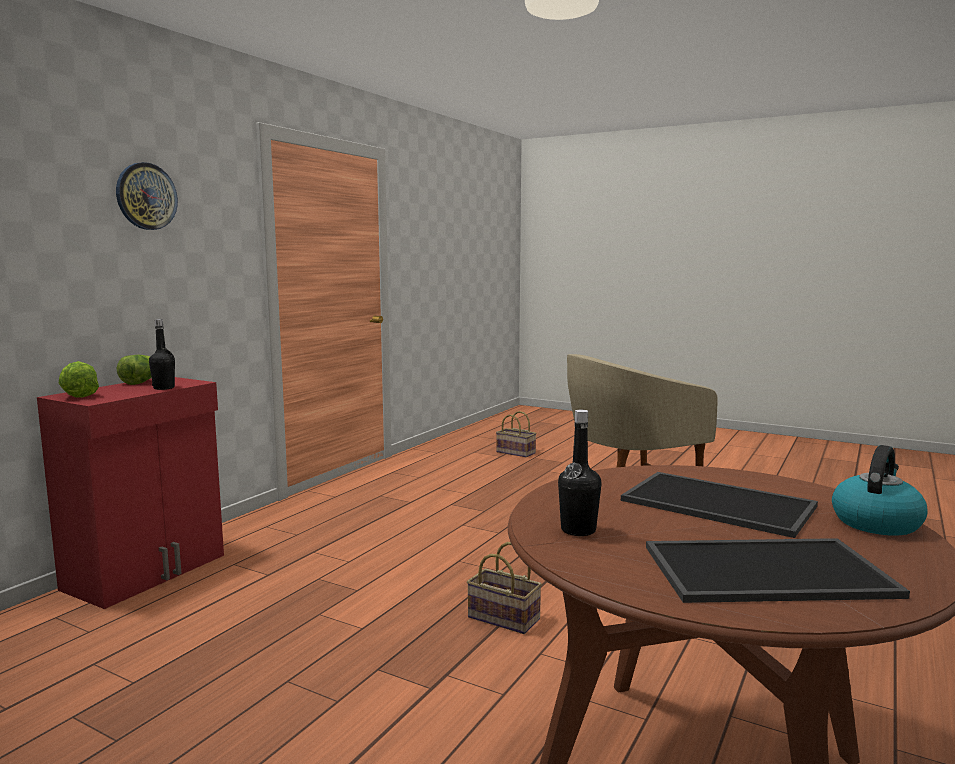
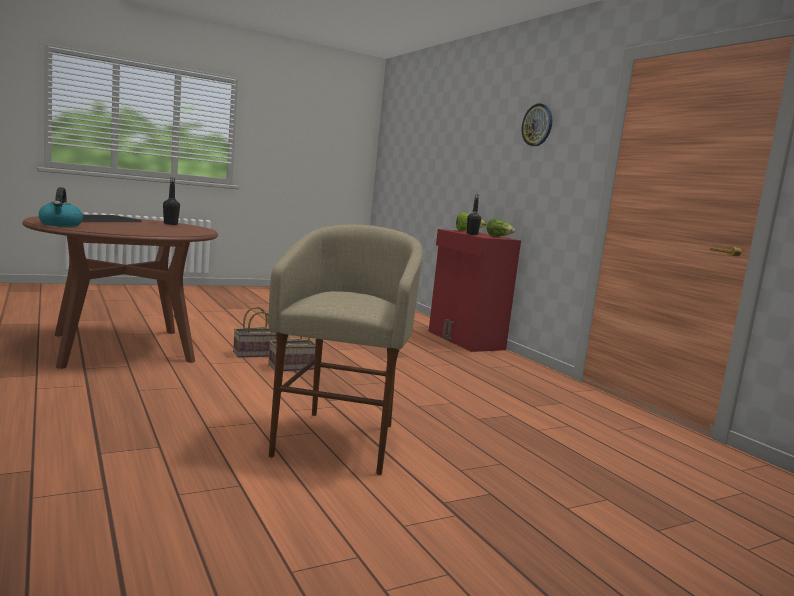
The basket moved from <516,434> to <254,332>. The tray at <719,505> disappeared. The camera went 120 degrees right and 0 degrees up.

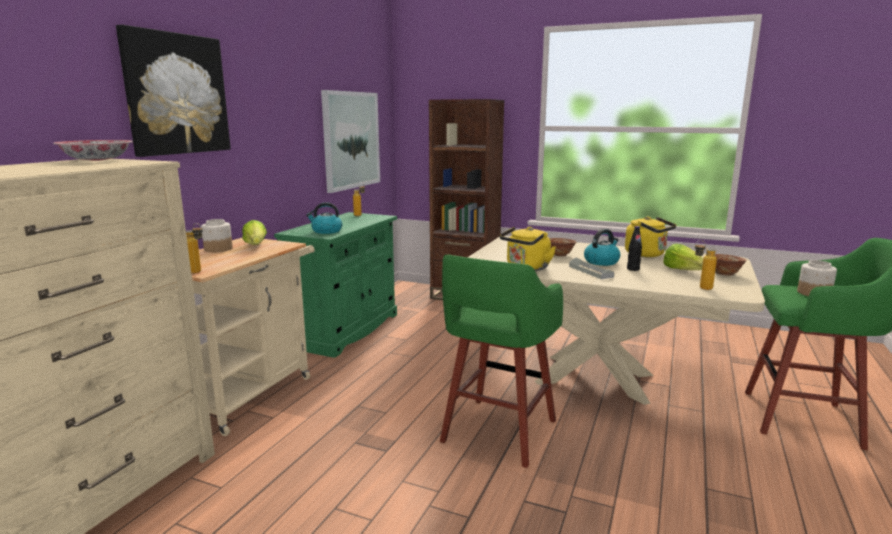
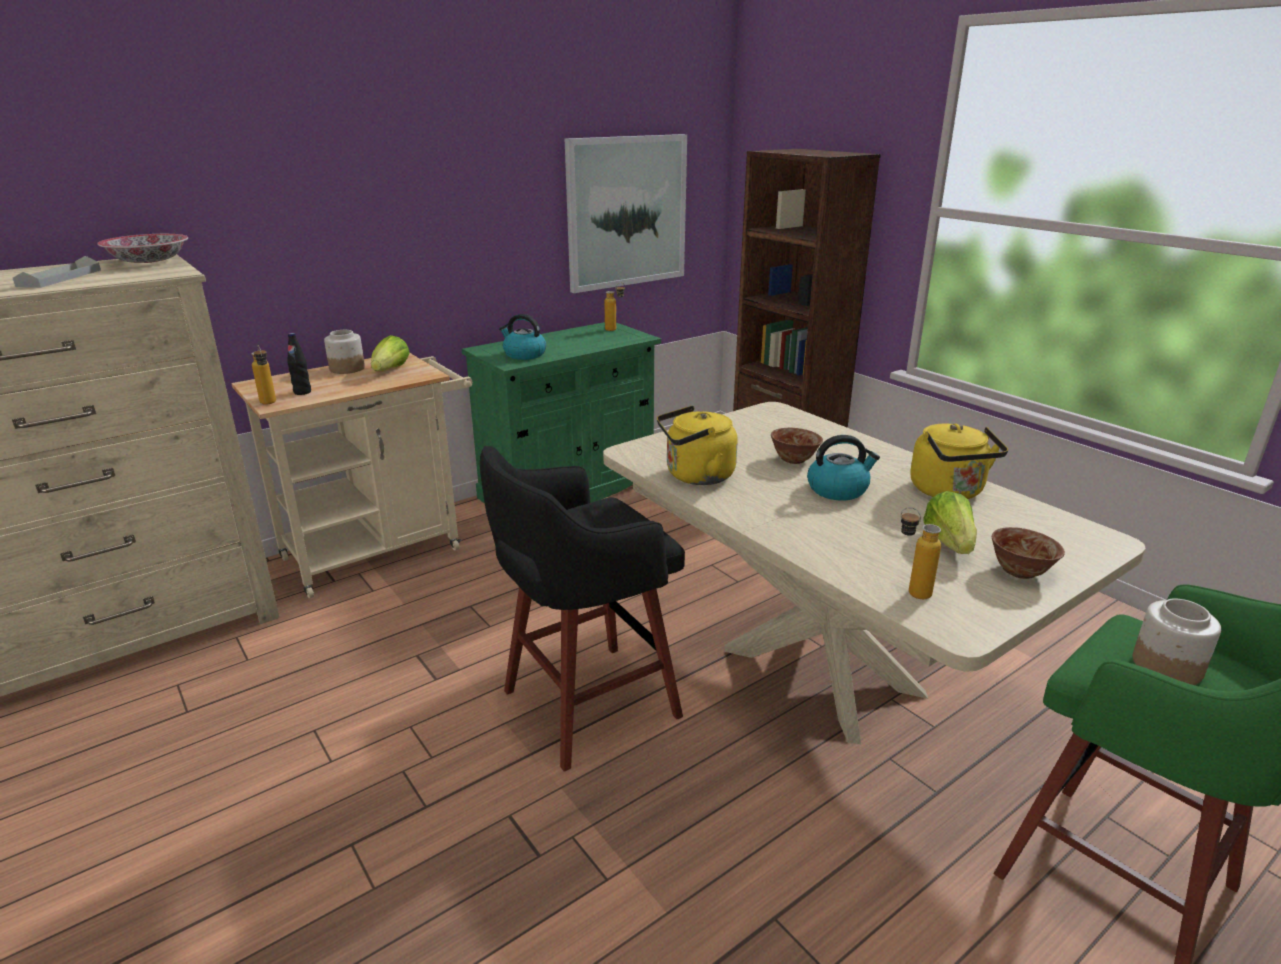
The picture at <173,91> disappeared. The black bottle moved from <634,248> to <299,364>. The green stool at <501,361> became the black stool at <582,608>. The grey tray moved from <592,268> to <57,272>. The camera went 30 degrees right and 10 degrees up.

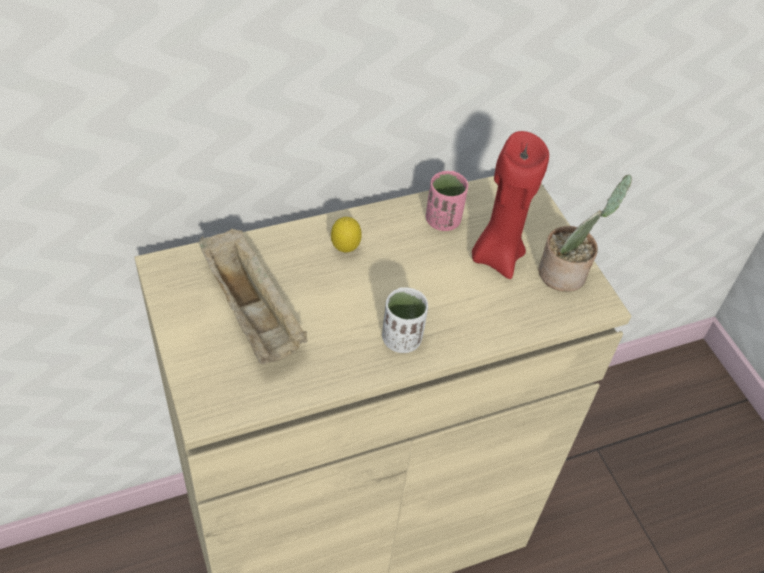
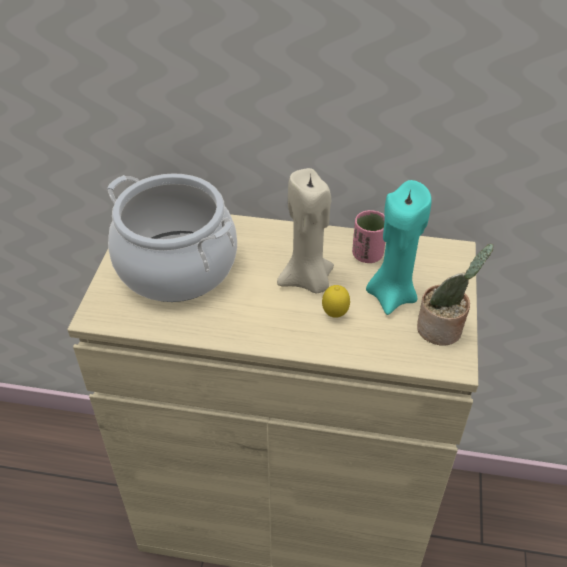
The red candle at <510,205> became the turquoise candle at <399,247>. The lemon moved from <346,234> to <336,301>. The beige tray at <253,296> was replaced by the cooking pot at <172,237>. The white cup at <405,320> disappeared. The beige candle at <305,231> appeared. The camera went 35 degrees right and 5 degrees down.

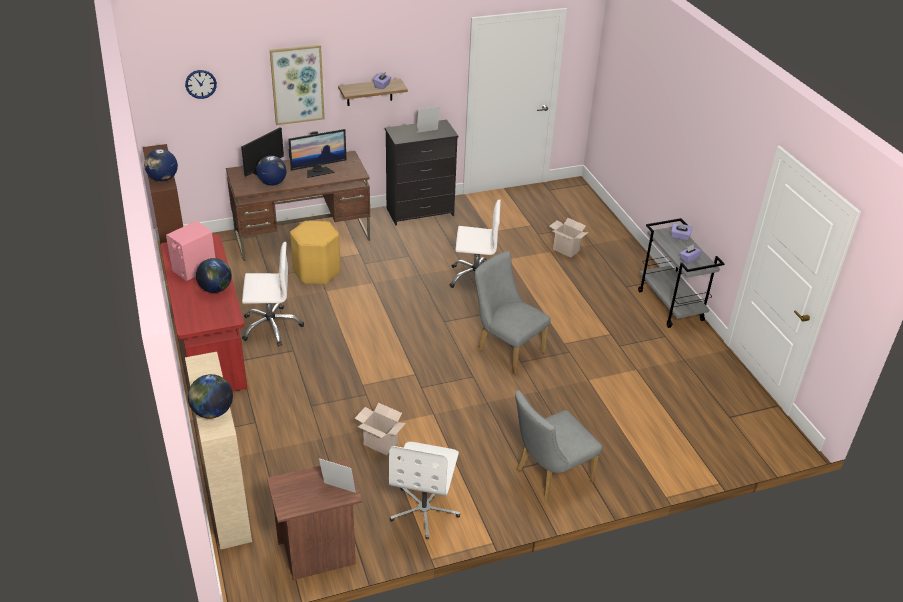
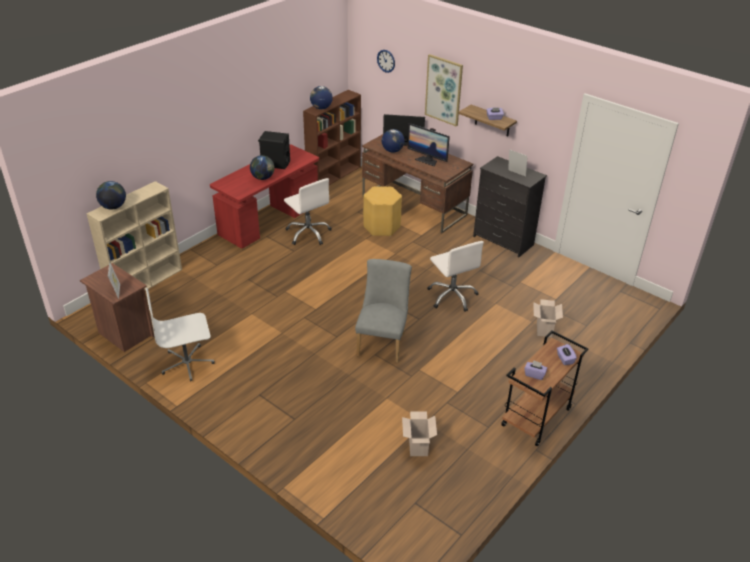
The grey cart at <681,273> became the brown cart at <545,388>. The pink speaker at <191,251> became the black speaker at <274,150>. The grey chair at <558,446> disappeared. The cardboard box moved from <380,429> to <419,433>. The camera went 60 degrees right and 0 degrees up.

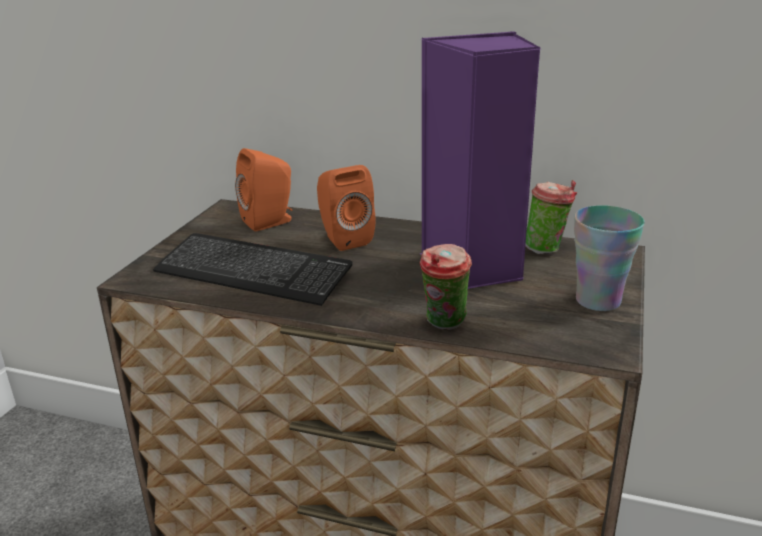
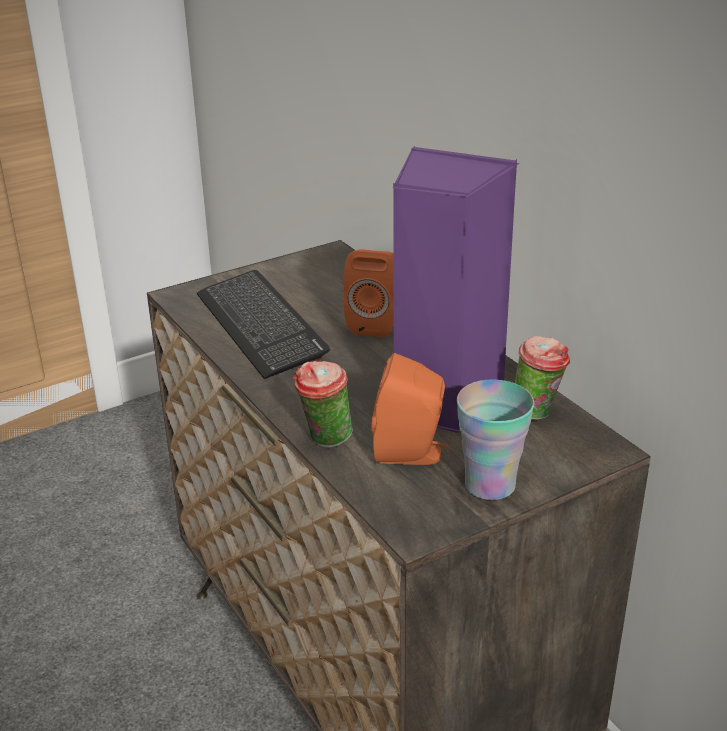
The orange speaker moved from <263,189> to <410,409>. The camera went 40 degrees right and 5 degrees up.

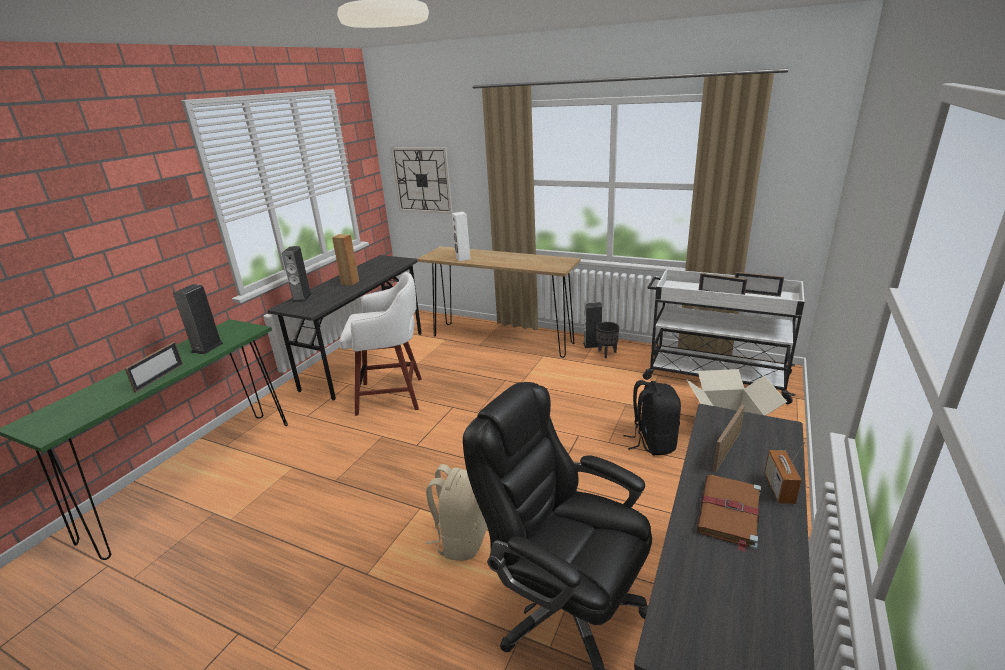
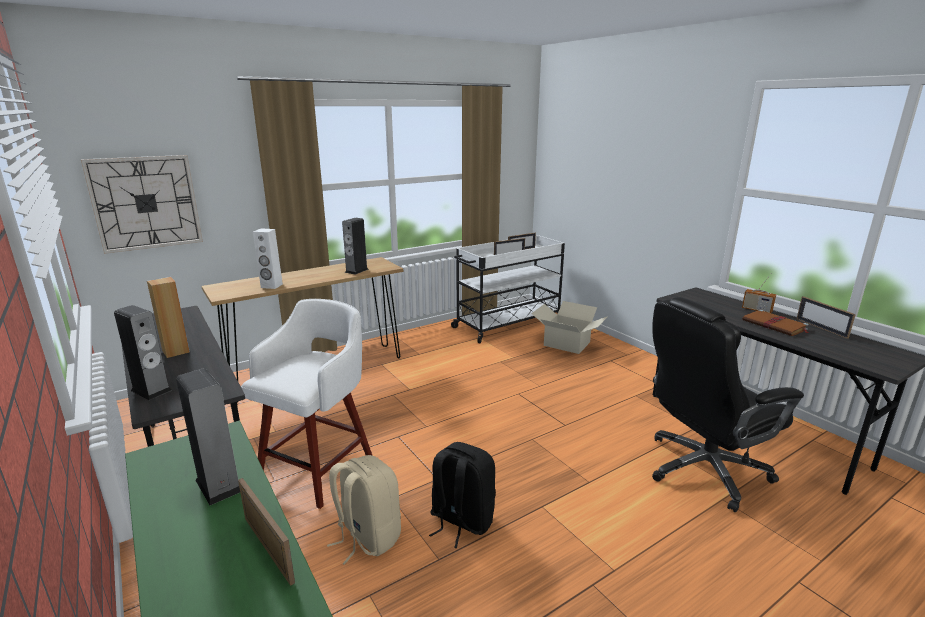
The speaker moved from <592,325> to <355,246>. The black planter at <607,340> disappeared. The black backpack moved from <652,417> to <462,495>. The picture frame moved from <729,438> to <826,317>. The beige backpack moved from <456,512> to <364,510>. The camera went 60 degrees left and 5 degrees down.

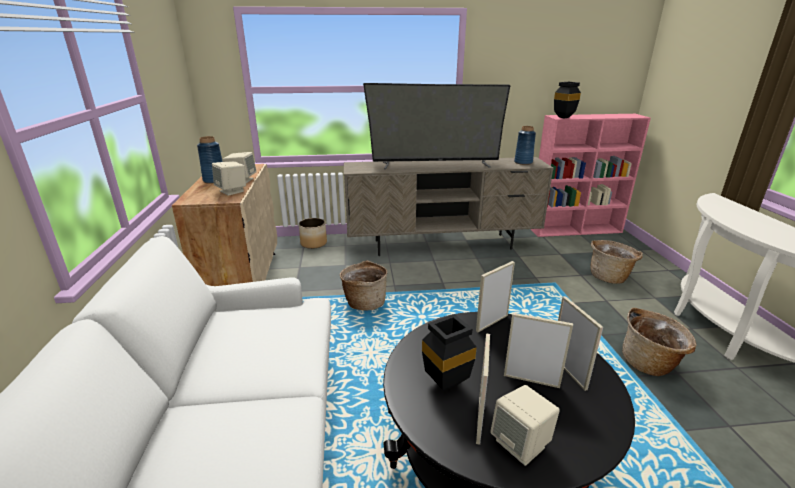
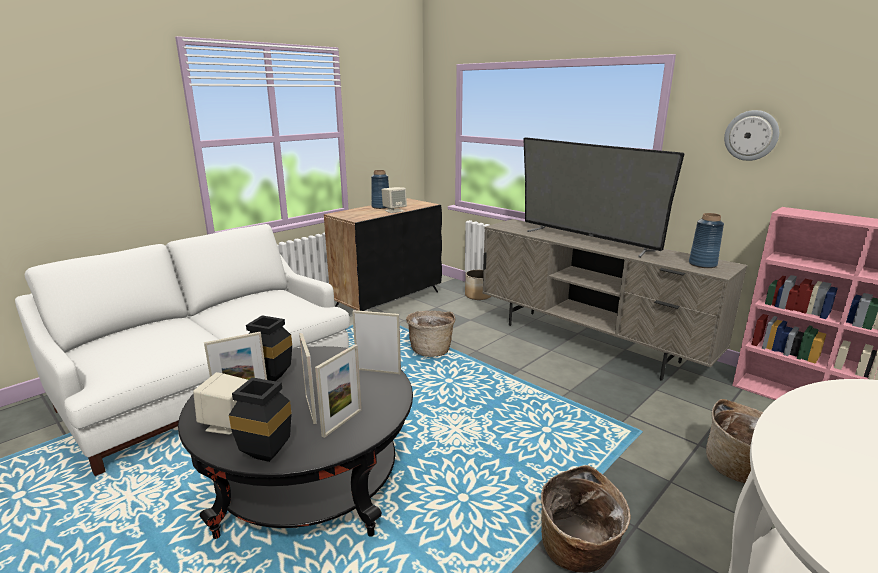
The black vase moved from <567,100> to <260,419>. The beige speaker at <229,178> disappeared. The beige cabinet at <224,225> became the black cabinet at <383,254>. The wall clock at <751,135> appeared. The camera went 50 degrees right and 5 degrees down.

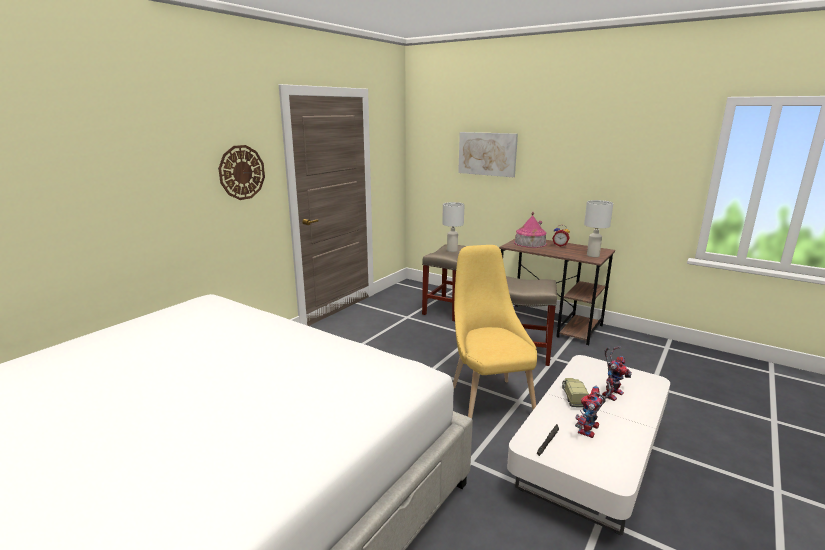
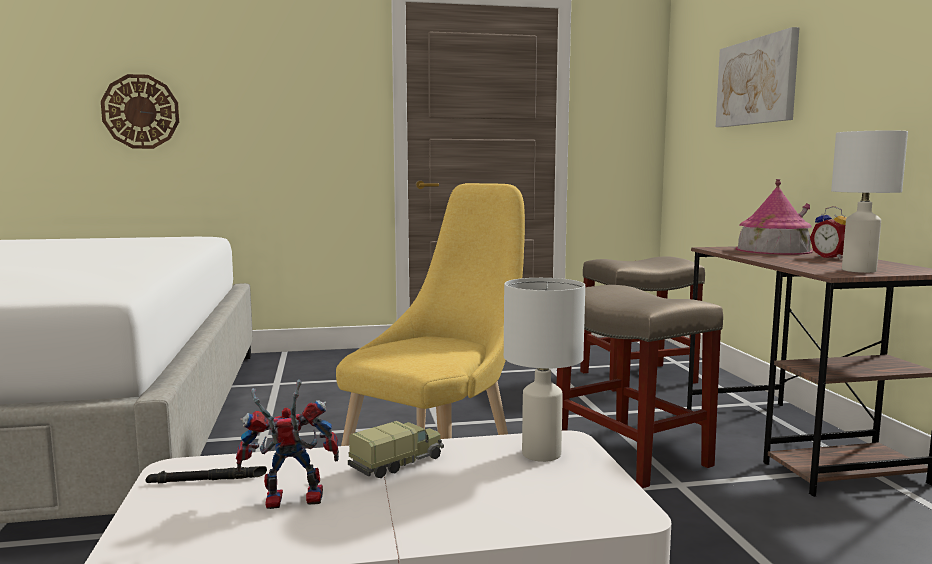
The wall clock moved from <241,172> to <140,111>. The white table lamp moved from <453,227> to <544,370>. The toy robot at <617,373> disappeared. The camera went 45 degrees right and 10 degrees down.

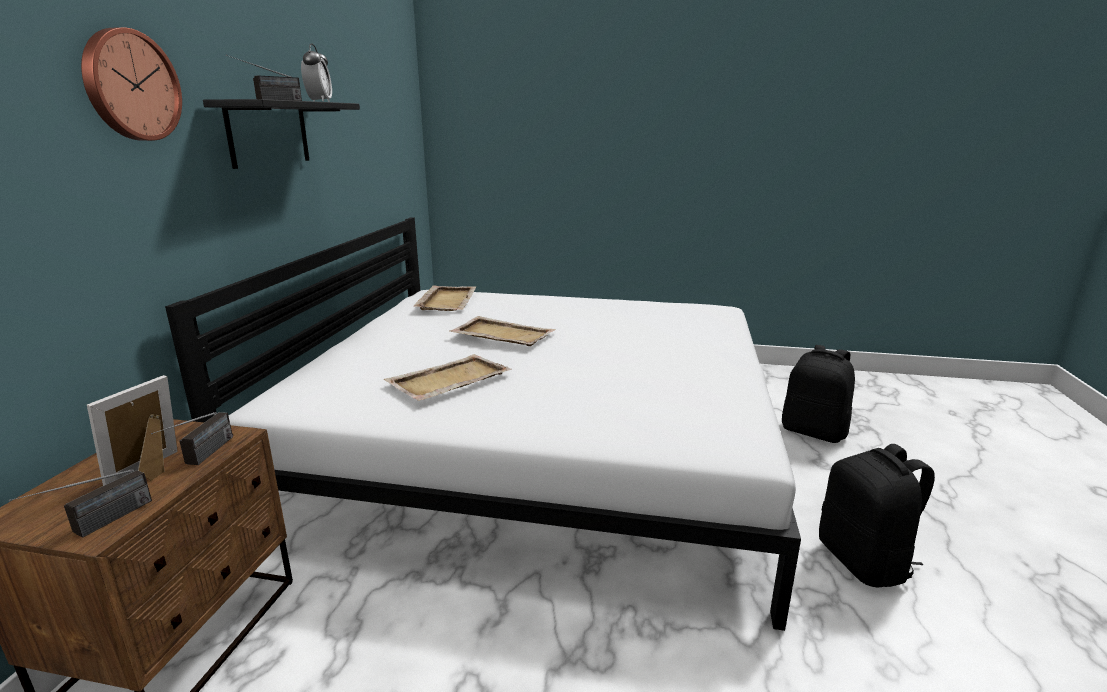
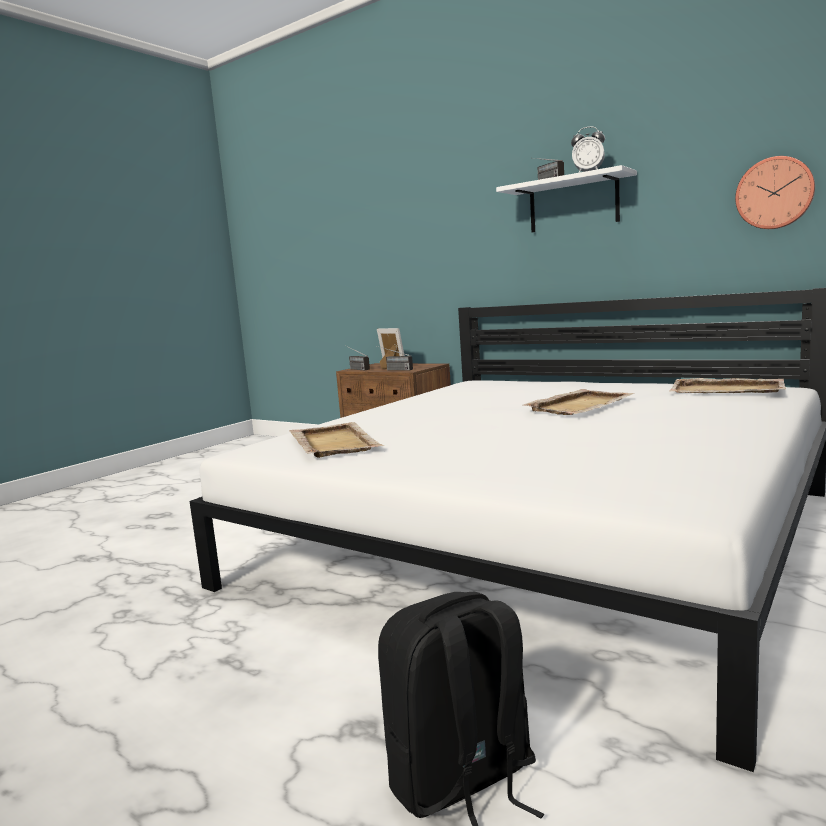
The wall clock moved from <131,84> to <775,192>. The black shelf at <281,134> became the white shelf at <566,198>. The beige tray moved from <448,377> to <337,440>. The black backpack at <877,516> disappeared. The camera went 115 degrees right and 10 degrees down.

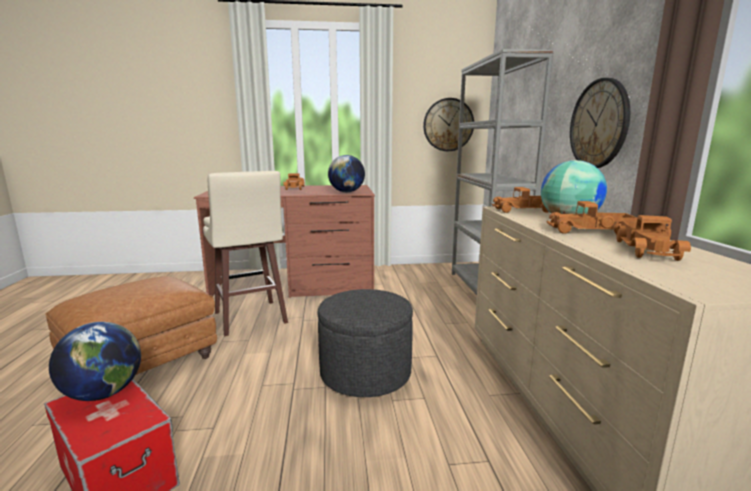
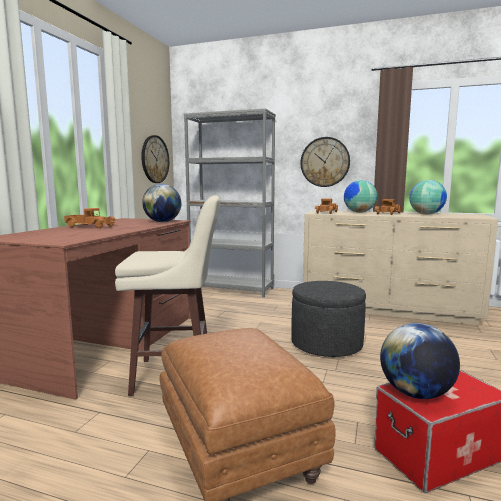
The toy truck at <653,238> was replaced by the globe at <428,197>. The camera went 65 degrees left and 5 degrees down.

